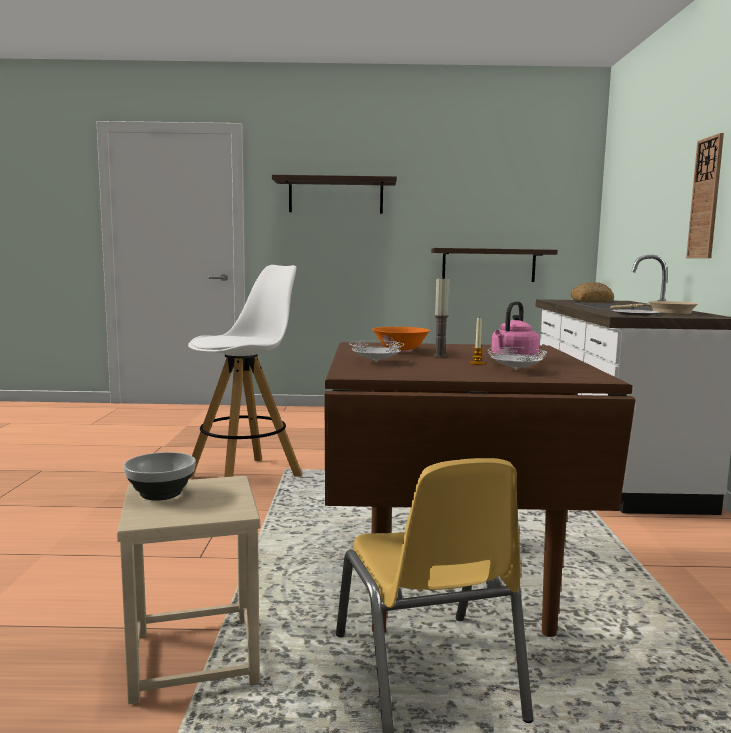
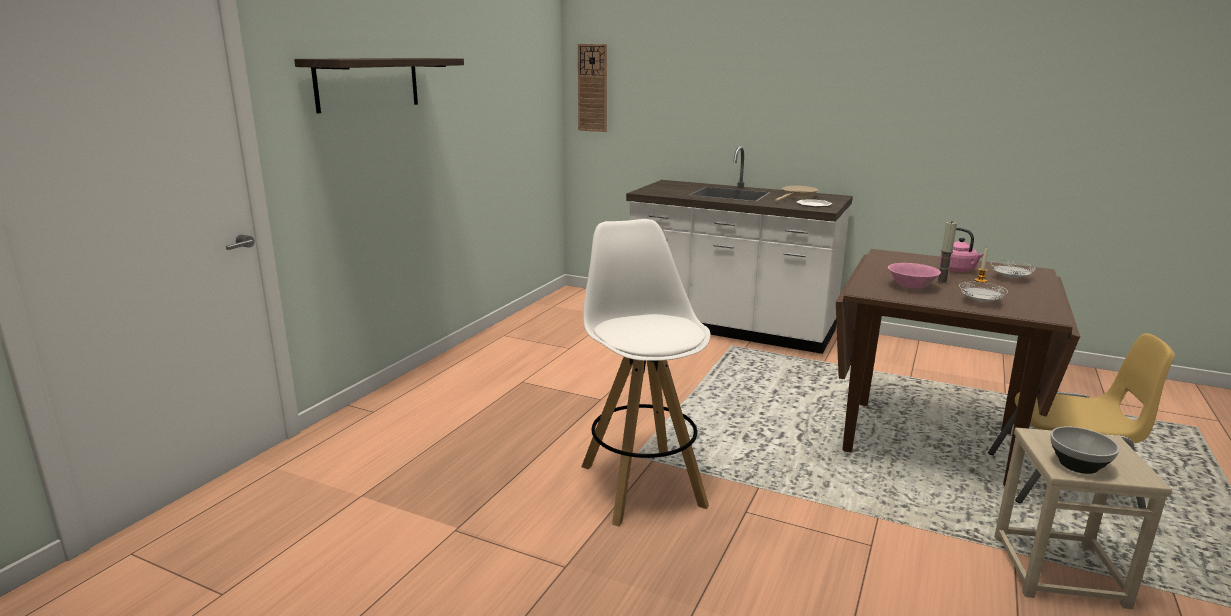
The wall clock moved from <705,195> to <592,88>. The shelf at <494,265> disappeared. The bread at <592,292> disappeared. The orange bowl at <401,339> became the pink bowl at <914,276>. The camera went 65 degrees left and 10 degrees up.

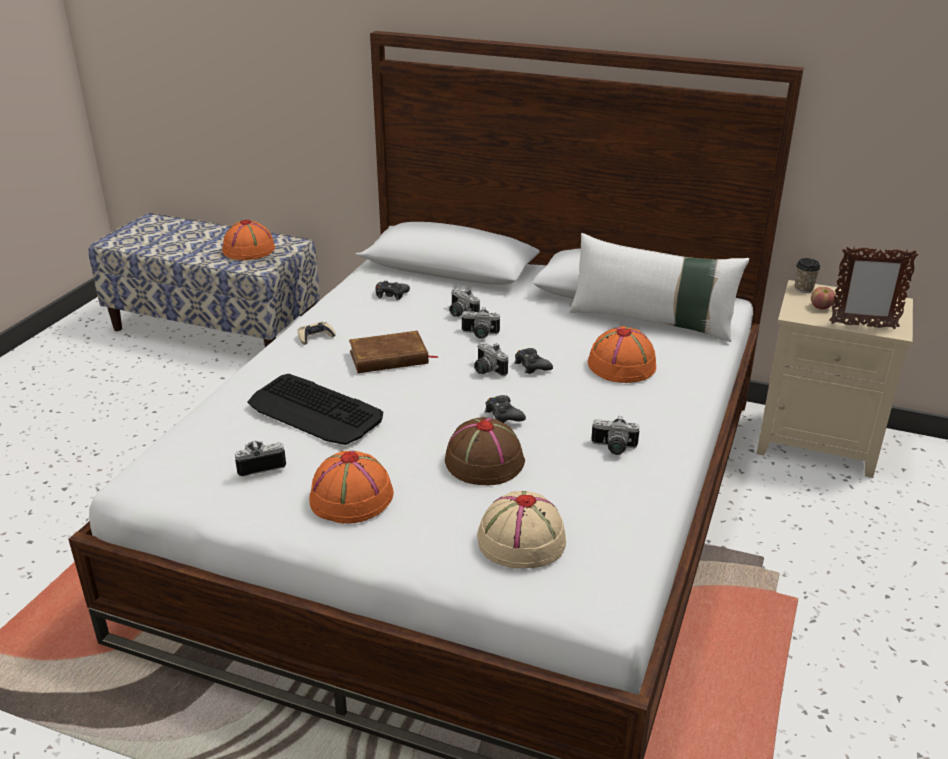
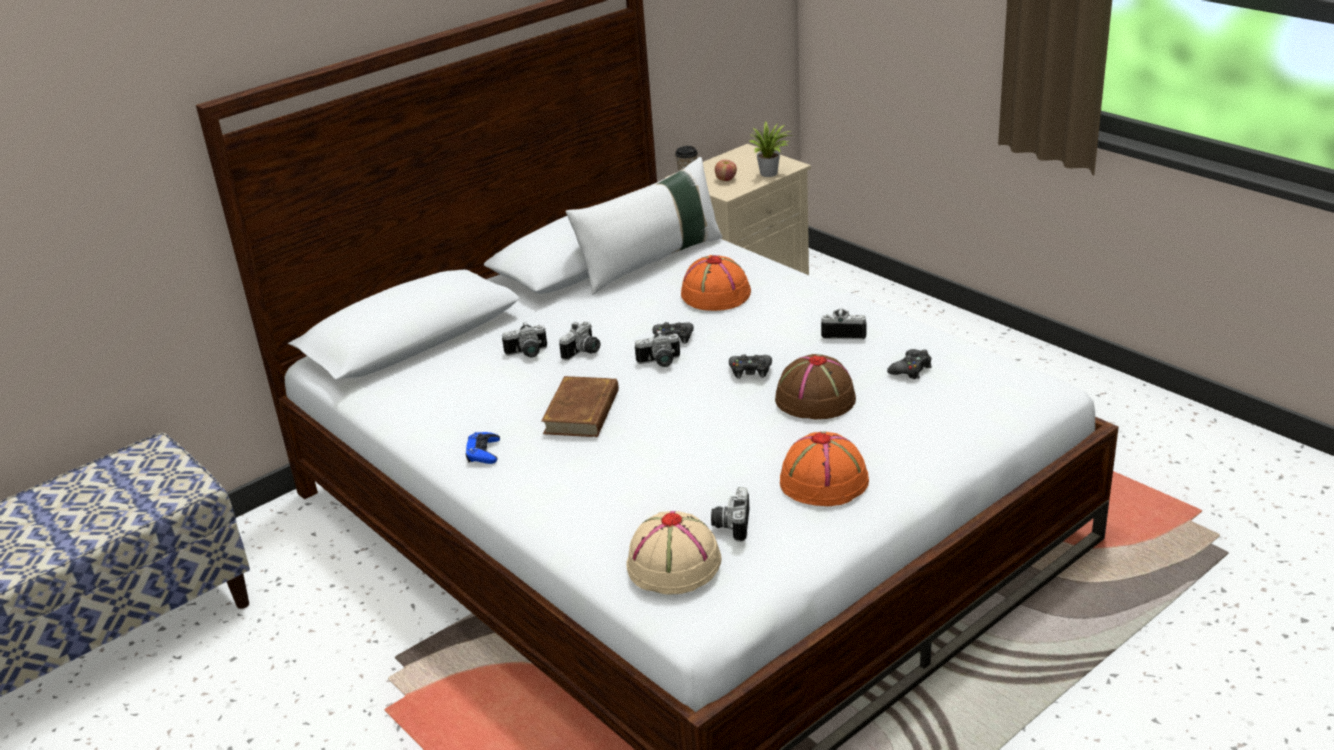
The orange hat at <248,239> disappeared. The picture frame at <874,288> was replaced by the potted plant at <770,149>. The black game controller moved from <392,290> to <909,364>. The beige game controller at <317,333> became the blue game controller at <482,448>. The keyboard at <315,409> disappeared. The photo camera at <615,435> turned 120 degrees counterclockwise. The beige hat moved from <521,530> to <674,553>. The camera went 60 degrees left and 0 degrees up.

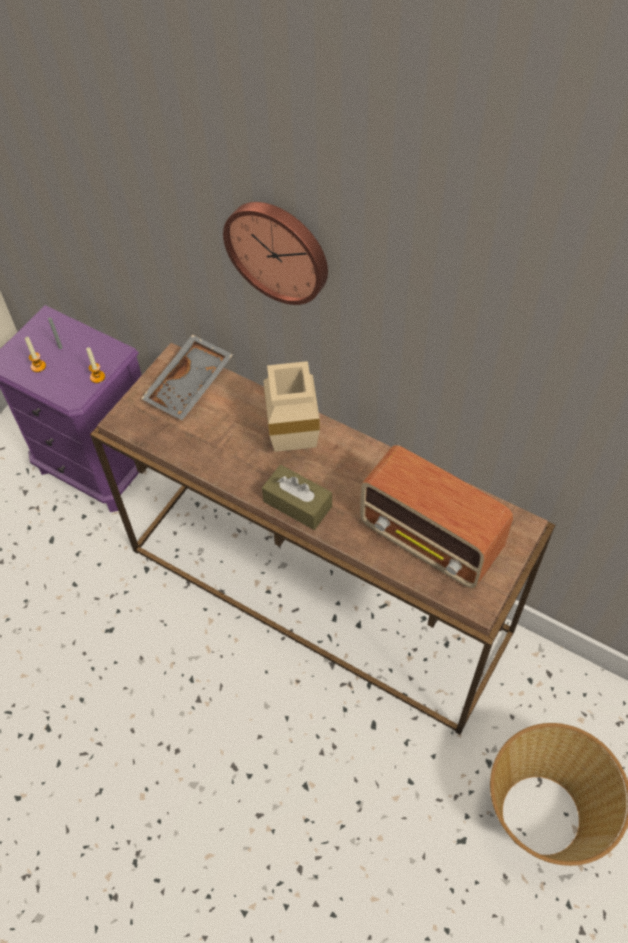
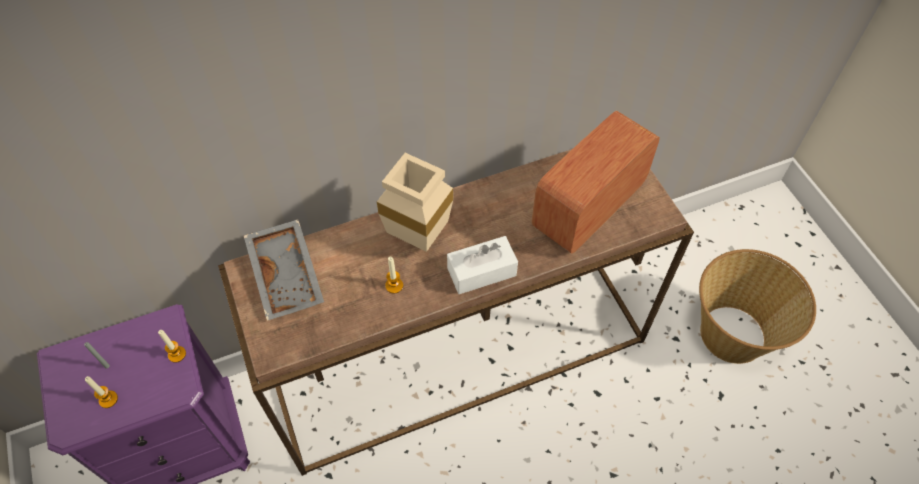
The wall clock at <275,253> disappeared. The radio at <436,517> turned 150 degrees clockwise. The brown tissue box at <297,497> became the white tissue box at <482,265>. The candle at <394,275> appeared. The camera went 55 degrees left and 0 degrees up.

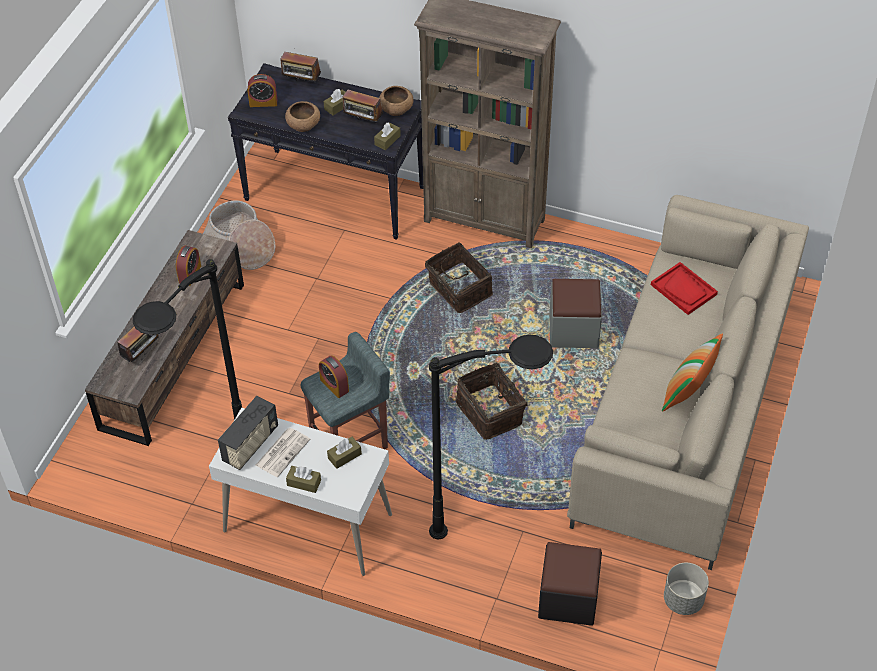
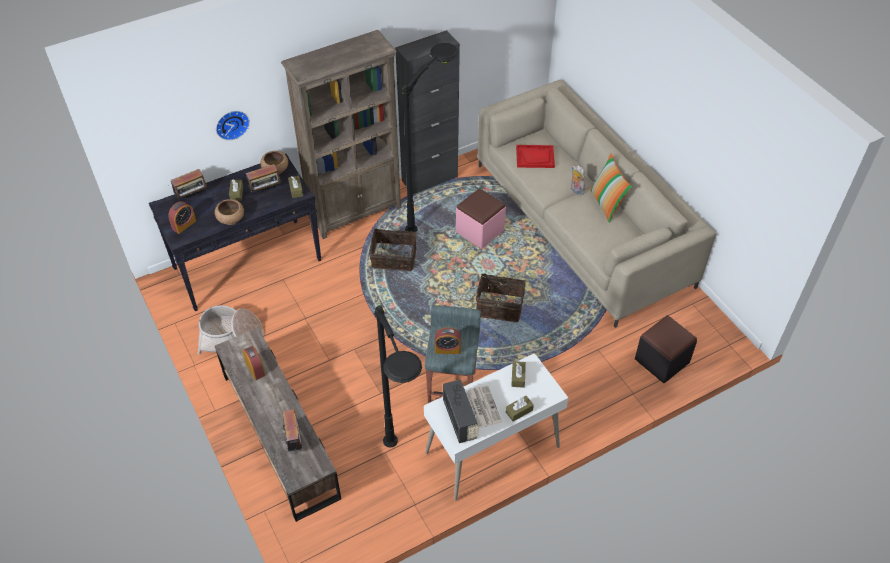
The grey ottoman at <575,313> became the pink ottoman at <481,218>. The black floor lamp moved from <491,436> to <430,137>. The grey planter at <686,589> disappeared. The black cabinet at <427,112> appeared. The wall clock at <233,125> appeared. The plush toy at <578,180> appeared. The camera went 50 degrees left and 0 degrees up.

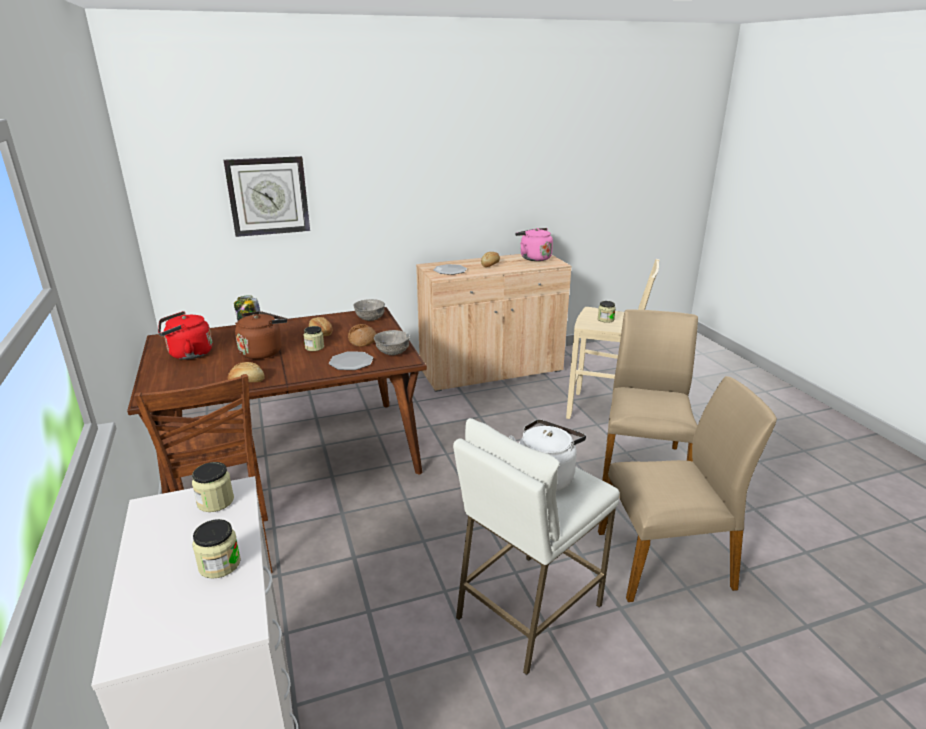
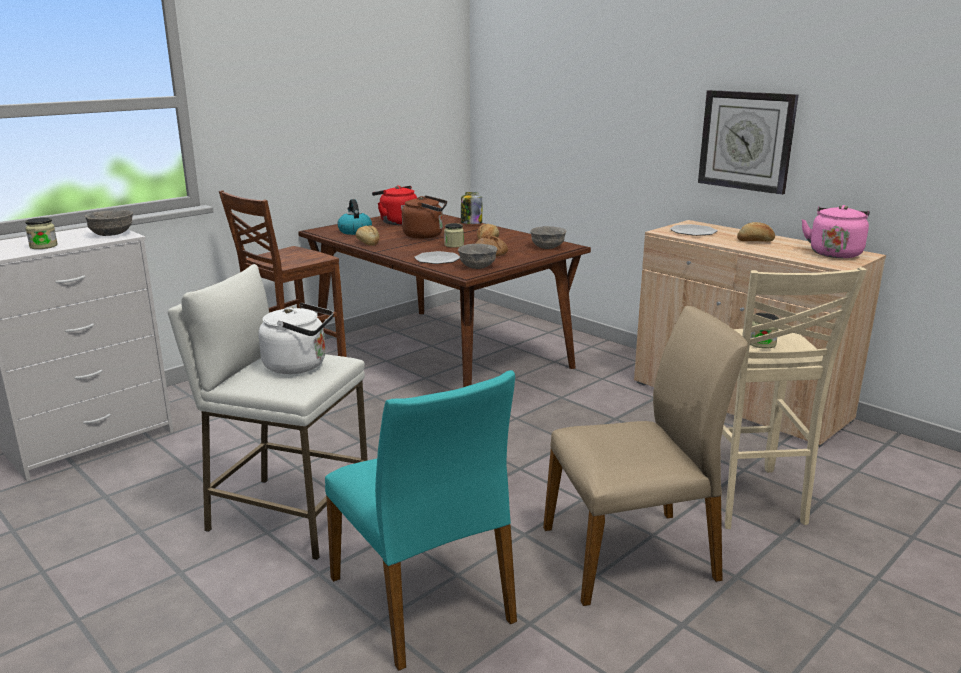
The wall clock moved from <267,196> to <748,142>. The beige chair at <687,489> became the turquoise chair at <421,520>. The jar at <213,487> was replaced by the grey bowl at <109,223>. The kettle at <355,217> appeared. The camera went 65 degrees right and 5 degrees down.

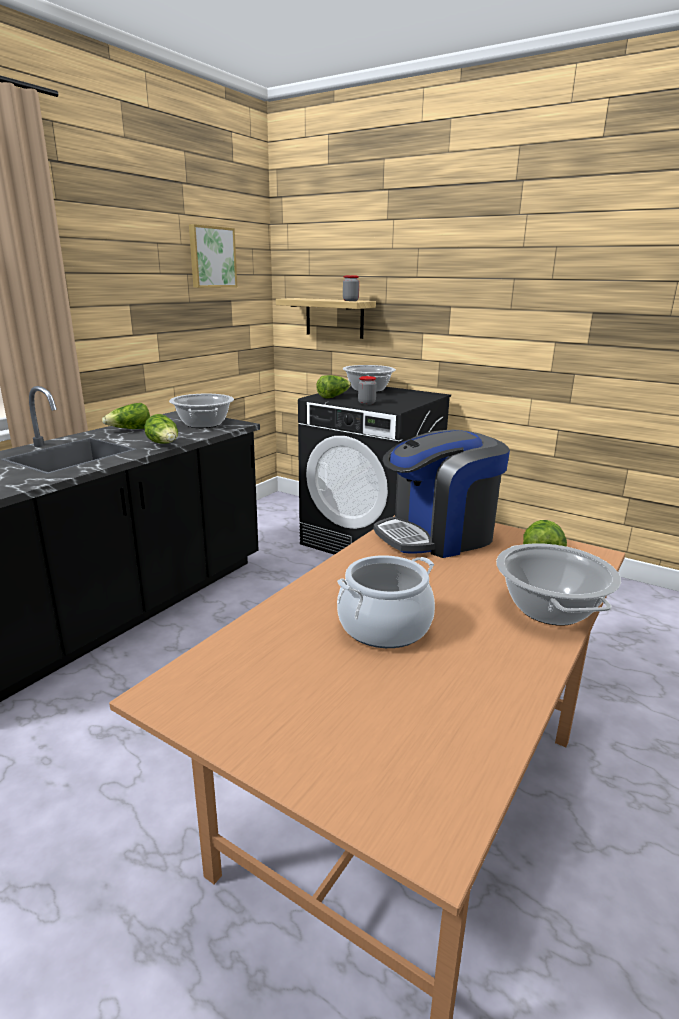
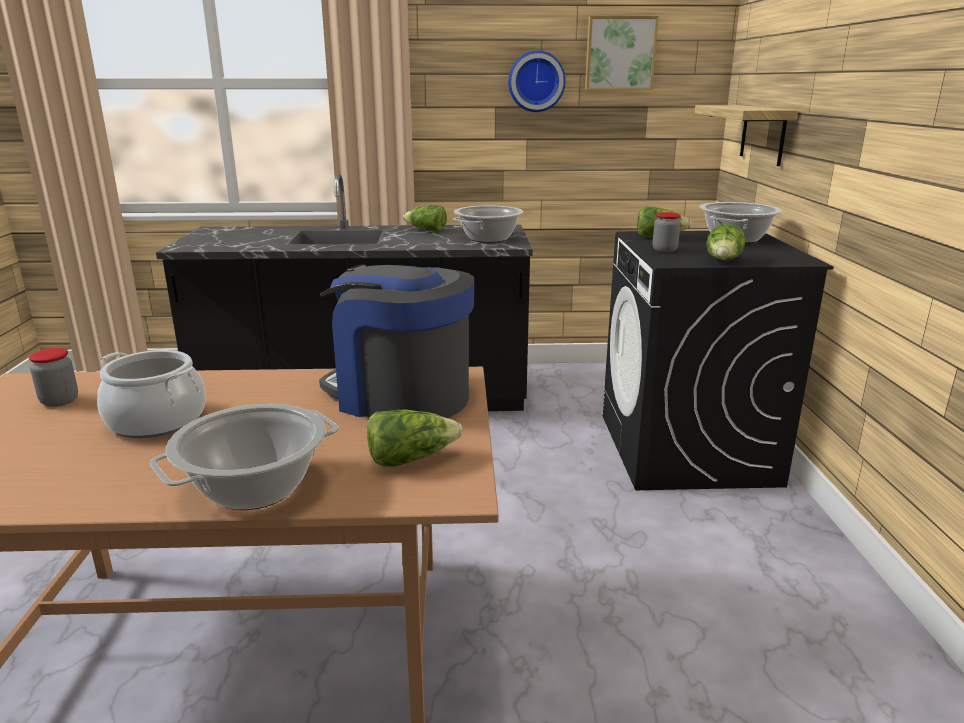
The jar moved from <351,288> to <53,377>. The lettuce moved from <161,429> to <726,242>. The wall clock at <537,81> appeared. The camera went 55 degrees right and 0 degrees up.

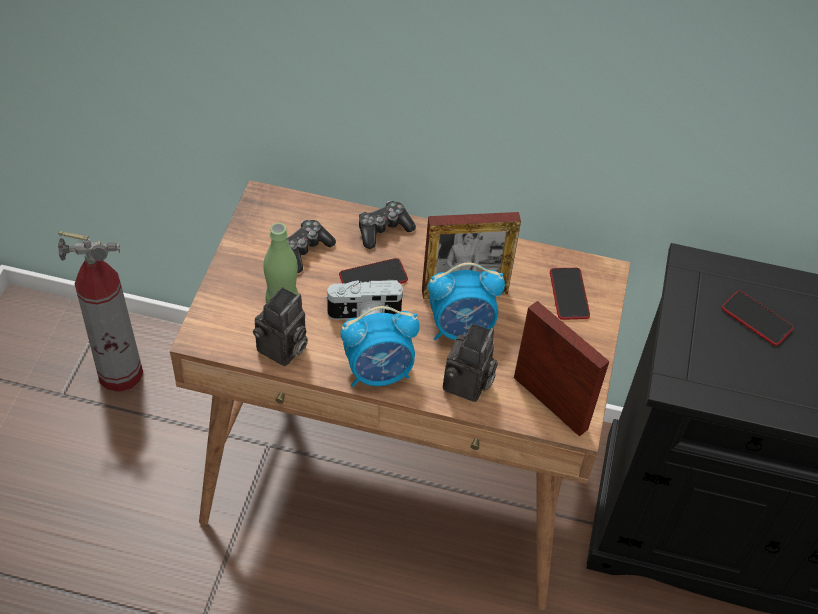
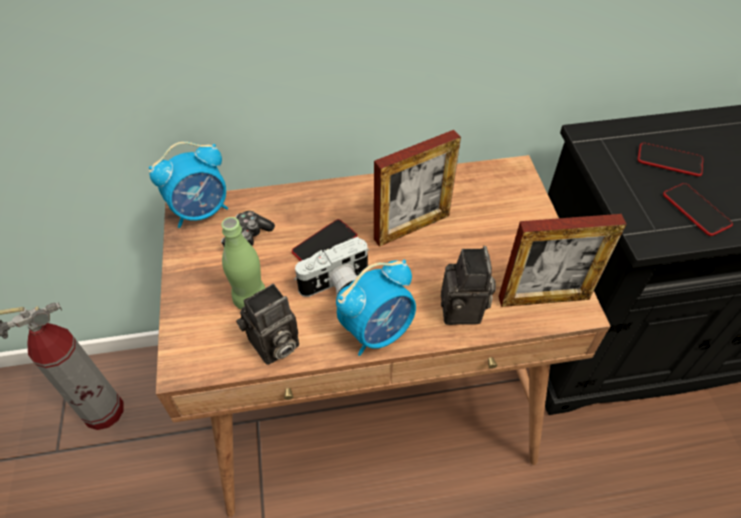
The game controller at <387,225> disappeared. The alarm clock moved from <466,301> to <188,185>. The phone moved from <570,294> to <698,209>. The photo camera at <280,326> turned 45 degrees clockwise. The picture frame at <561,369> turned 150 degrees clockwise. The camera went 20 degrees left and 0 degrees up.

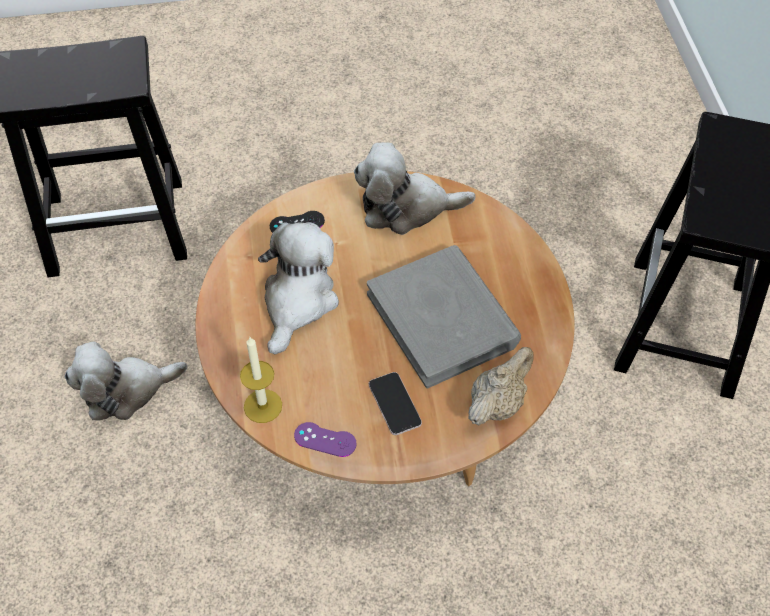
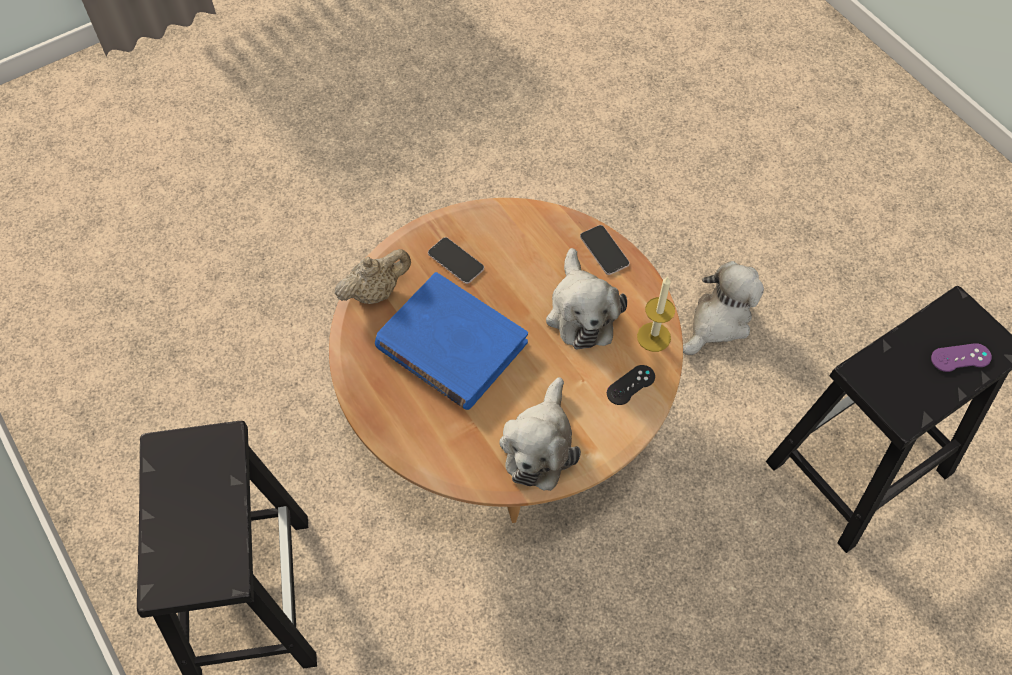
The plush toy at <414,188> turned 135 degrees clockwise. The grey book at <444,316> became the blue book at <451,341>. The candle moved from <261,379> to <656,314>. The beige teapot at <501,386> turned 135 degrees counterclockwise. The purple game controller moved from <325,439> to <961,357>. The phone at <605,250> appeared. The camera went 155 degrees right and 5 degrees up.

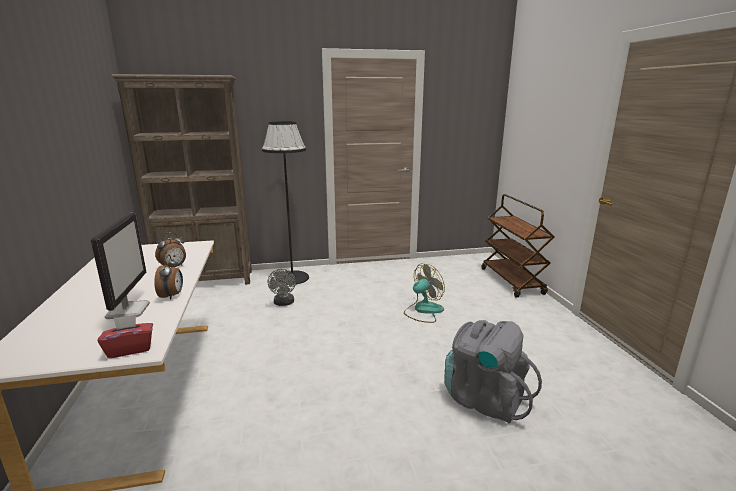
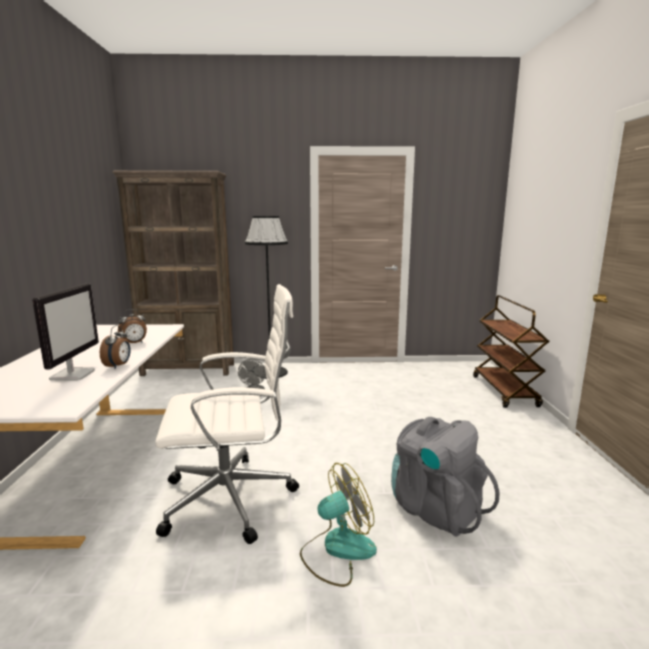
The fan moved from <424,293> to <338,525>. The red tissue box at <125,336> disappeared. The white office chair at <227,414> appeared. The camera went 10 degrees right and 5 degrees down.

